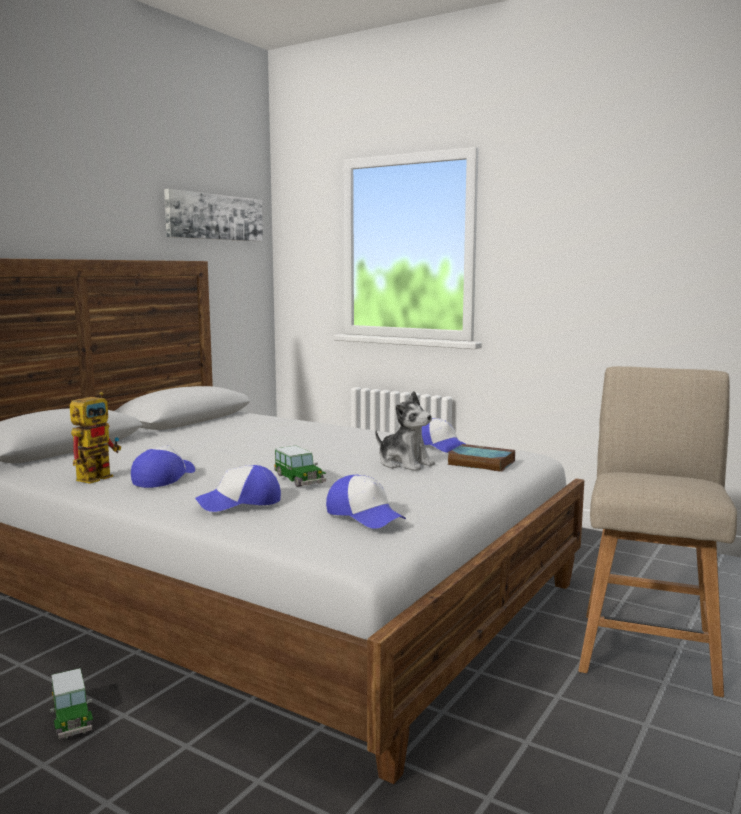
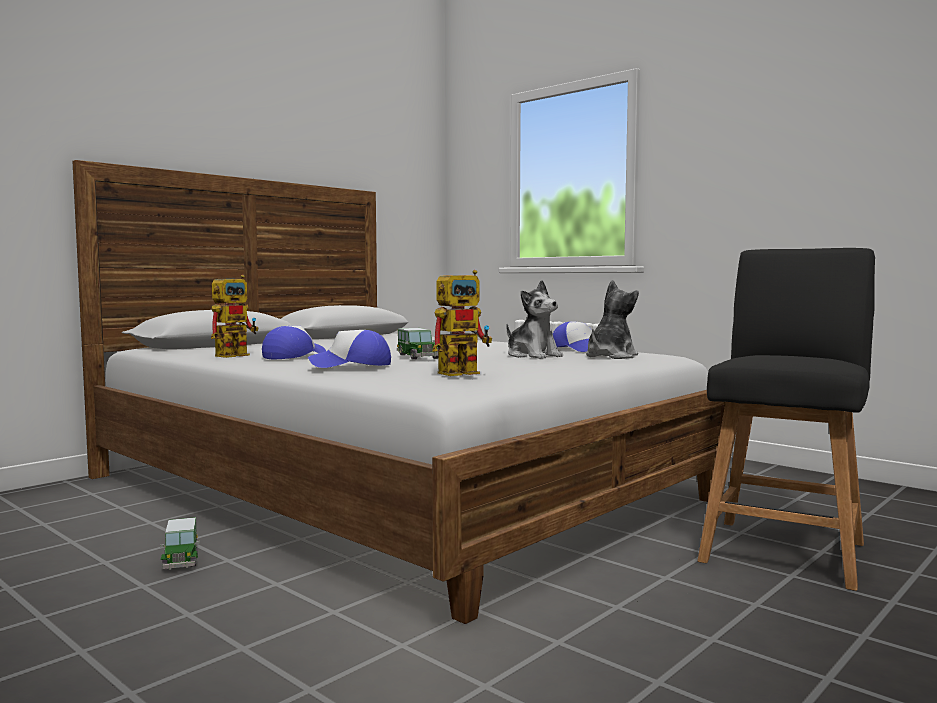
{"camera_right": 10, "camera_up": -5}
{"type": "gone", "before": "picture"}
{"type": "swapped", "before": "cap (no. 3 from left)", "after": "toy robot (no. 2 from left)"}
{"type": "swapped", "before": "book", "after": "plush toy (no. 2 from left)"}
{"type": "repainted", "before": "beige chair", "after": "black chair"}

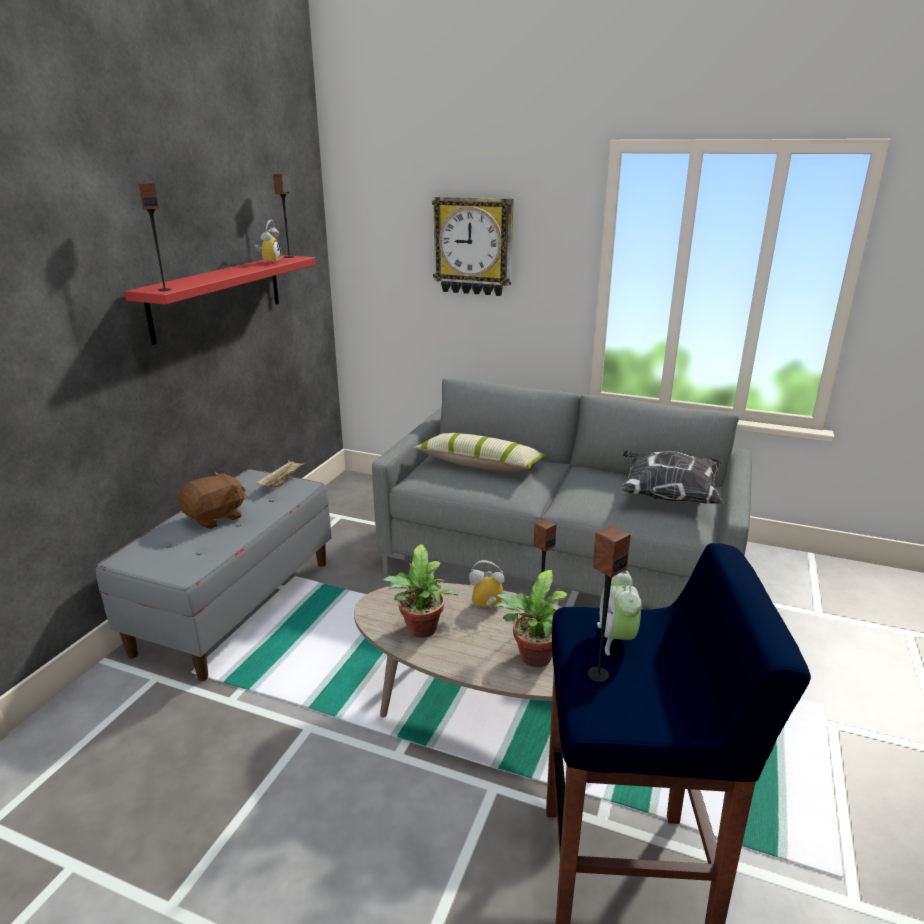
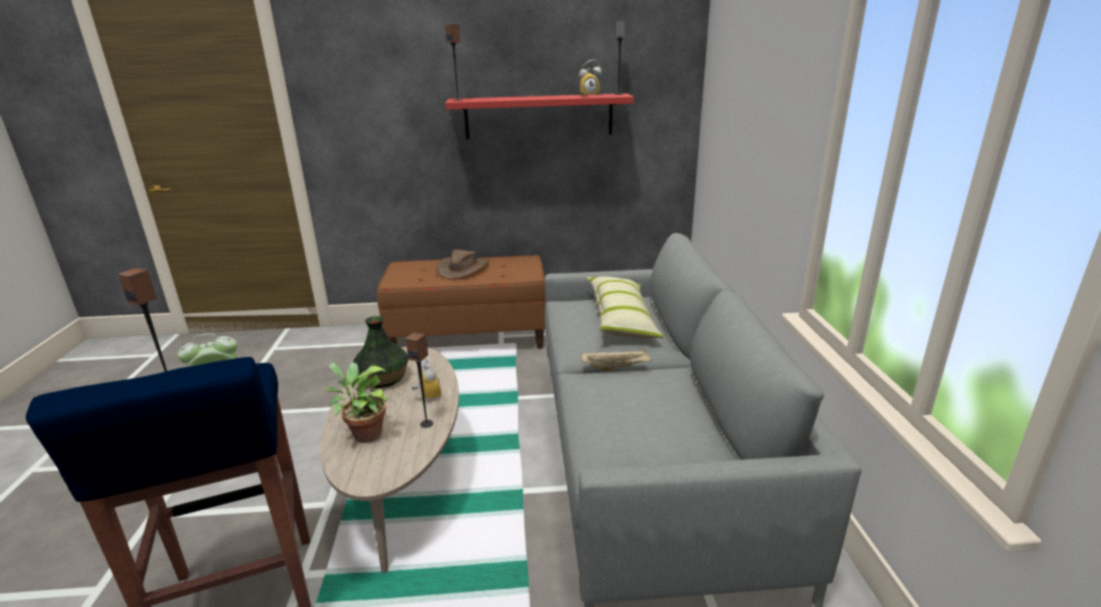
{"camera_right": 65, "camera_up": 0}
{"type": "repainted", "before": "grey bench", "after": "brown bench"}
{"type": "swapped", "before": "brown plush toy", "after": "brown hat"}
{"type": "shifted", "before": "beige tray"}
{"type": "swapped", "before": "potted plant (no. 1 from left)", "after": "vase"}
{"type": "gone", "before": "wall clock"}
{"type": "gone", "before": "pillow (no. 2 from left)"}

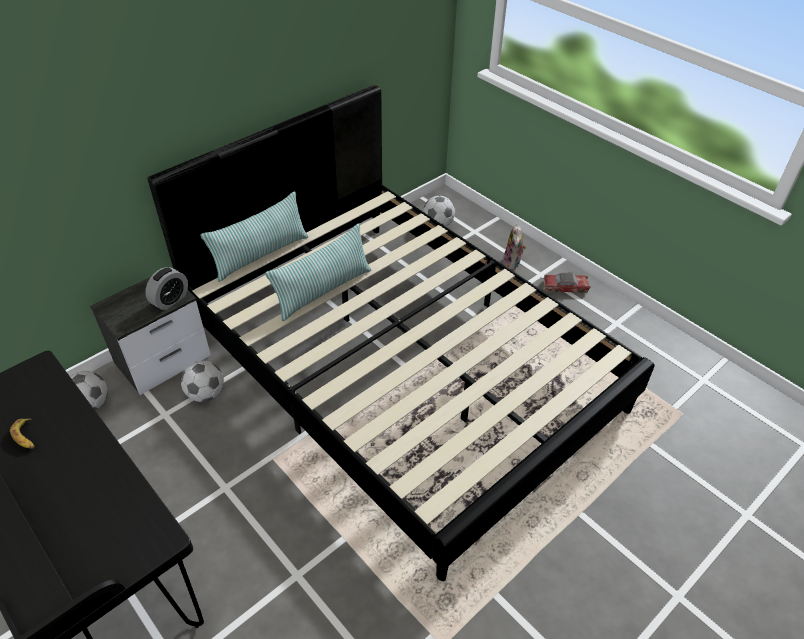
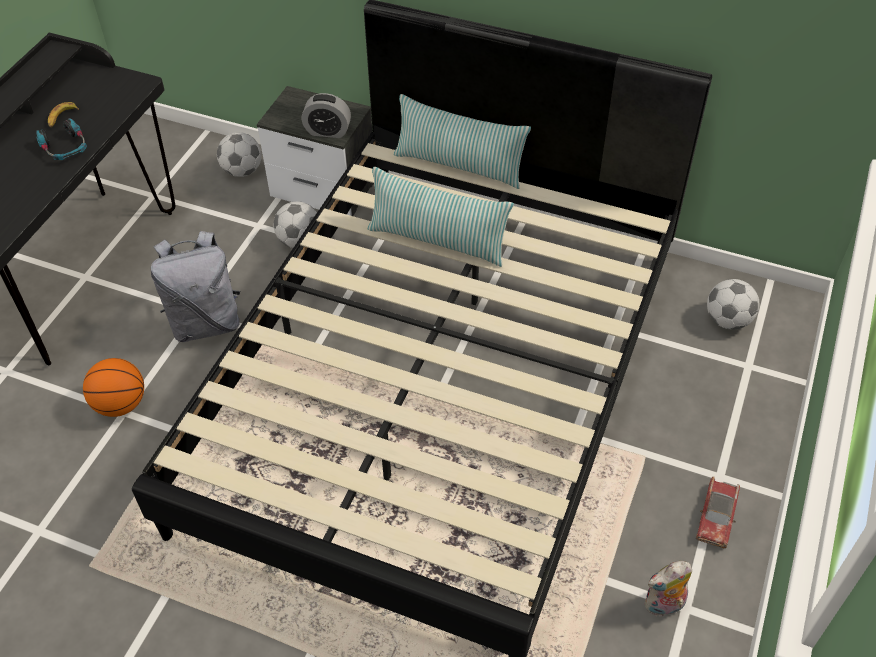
{"camera_right": 65, "camera_up": 5}
{"type": "shifted", "before": "plush toy"}
{"type": "rotated", "before": "toy car", "turn": 45}
{"type": "new", "after": "headphones"}
{"type": "new", "after": "basketball"}
{"type": "new", "after": "grey backpack"}

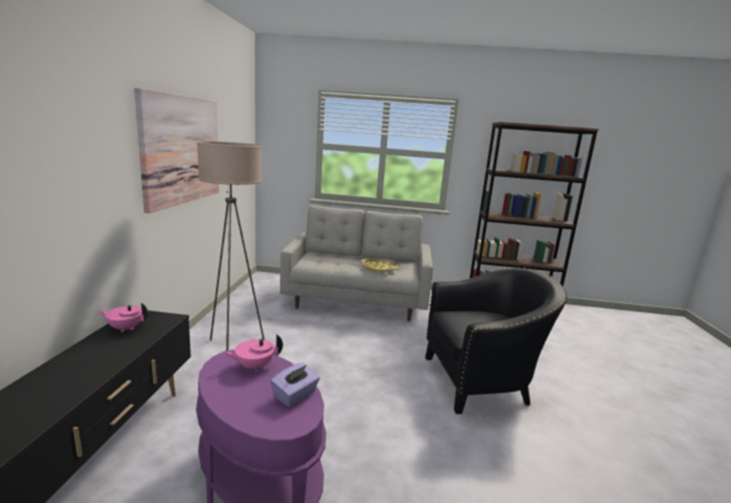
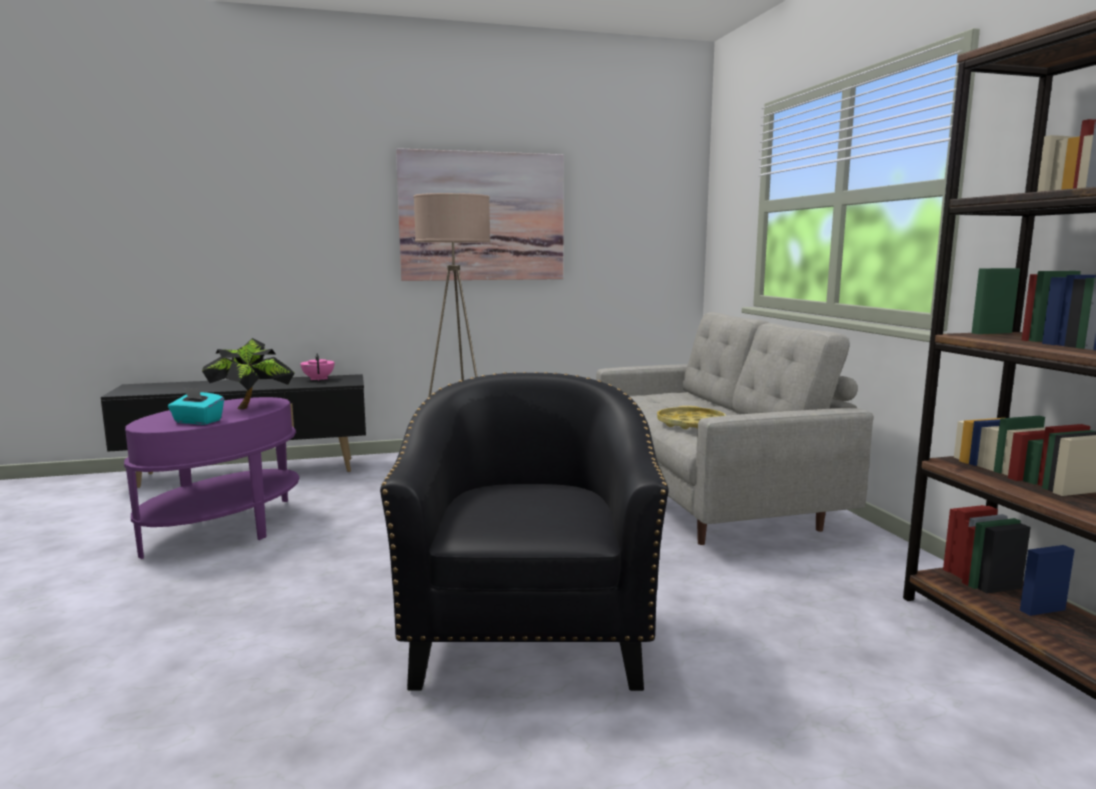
{"camera_right": 70, "camera_up": -5}
{"type": "swapped", "before": "pink teapot (no. 2 from left)", "after": "potted plant"}
{"type": "repainted", "before": "purple tissue box", "after": "turquoise tissue box"}
{"type": "rotated", "before": "black armchair", "turn": -150}

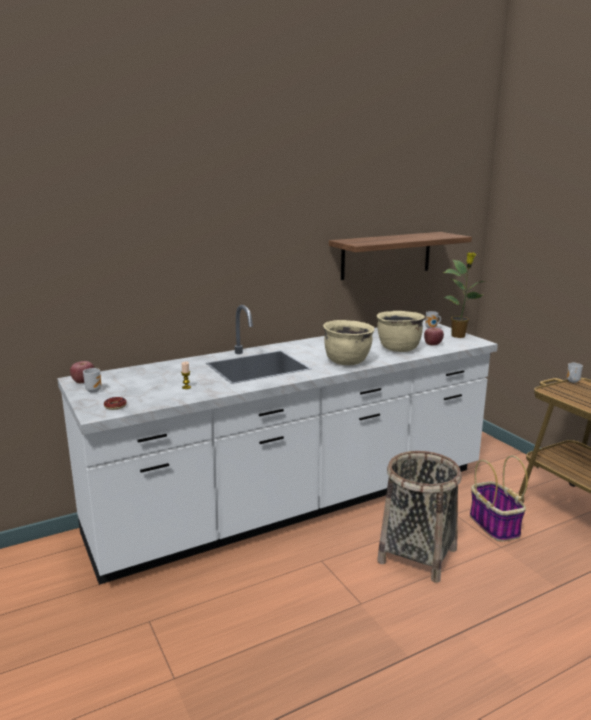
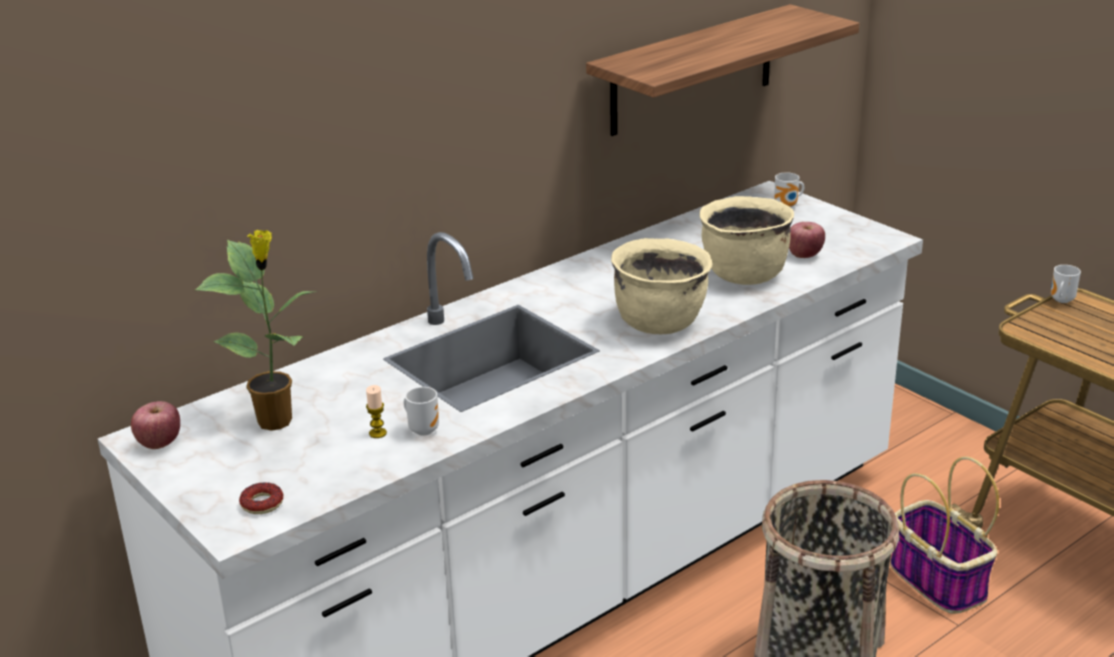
{"camera_right": -10, "camera_up": 10}
{"type": "shifted", "before": "mug (no. 1 from left)"}
{"type": "shifted", "before": "potted plant"}

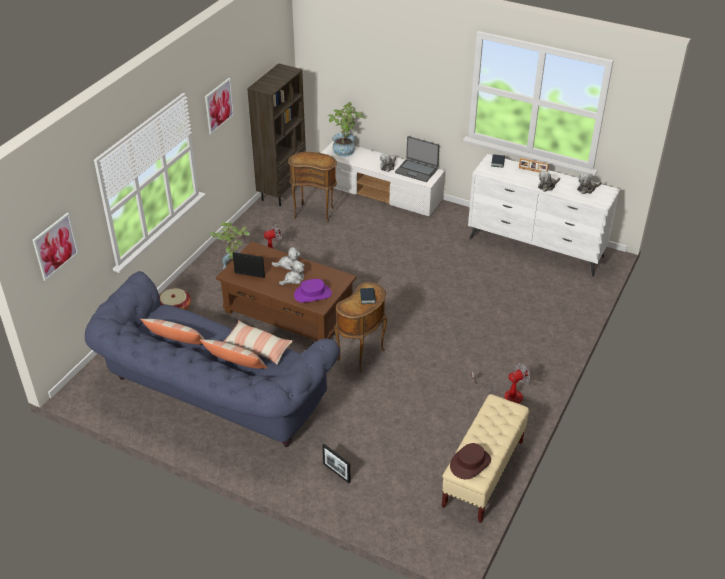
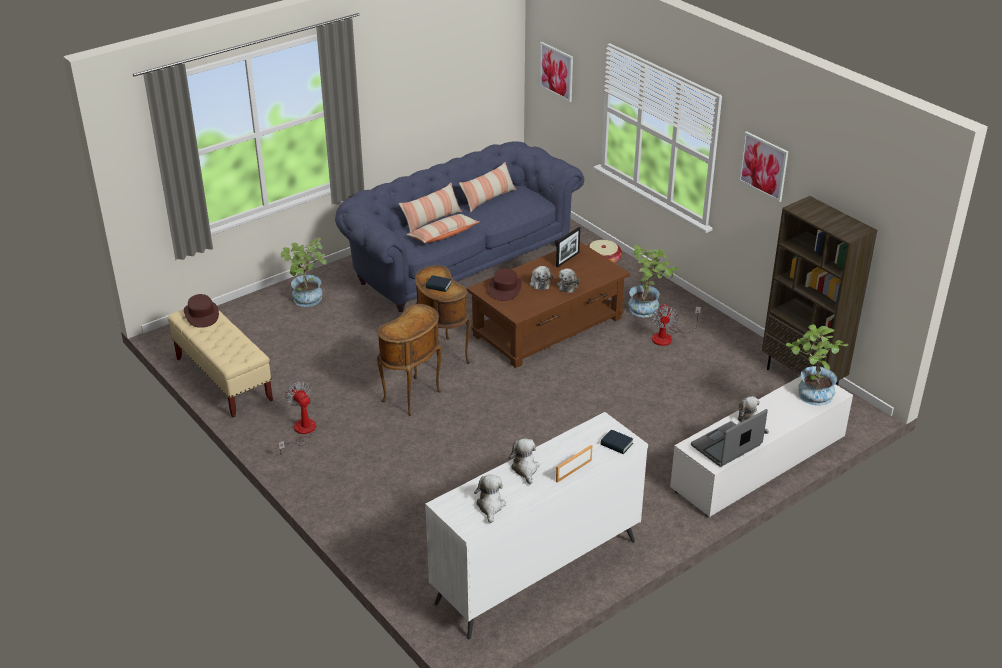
{"camera_right": 115, "camera_up": -5}
{"type": "shifted", "before": "brown side table (no. 1 from left)"}
{"type": "repainted", "before": "purple hat", "after": "brown hat (no. 2 from left)"}
{"type": "swapped", "before": "picture frame (no. 2 from left)", "after": "potted plant (no. 1 from left)"}
{"type": "rotated", "before": "fan (no. 2 from left in the first image)", "turn": 150}

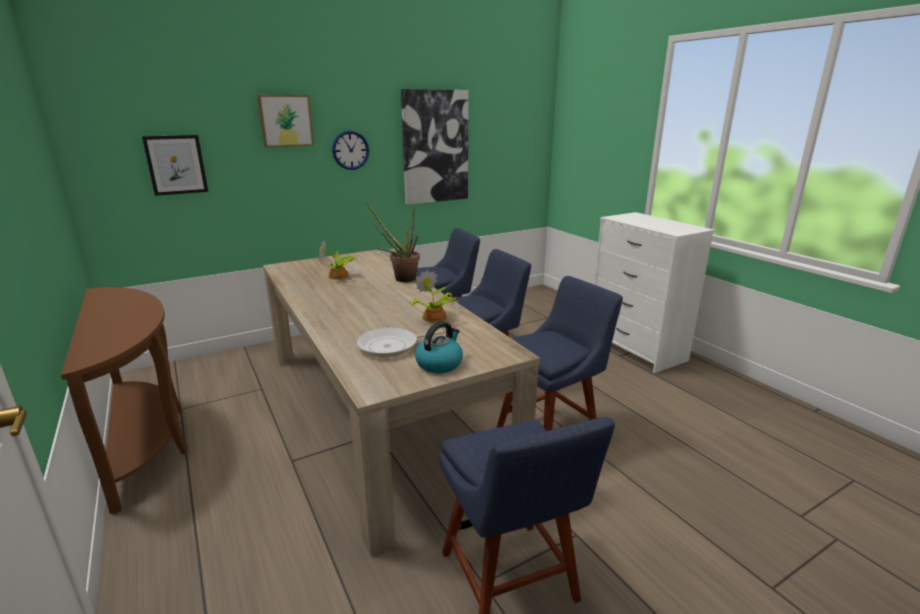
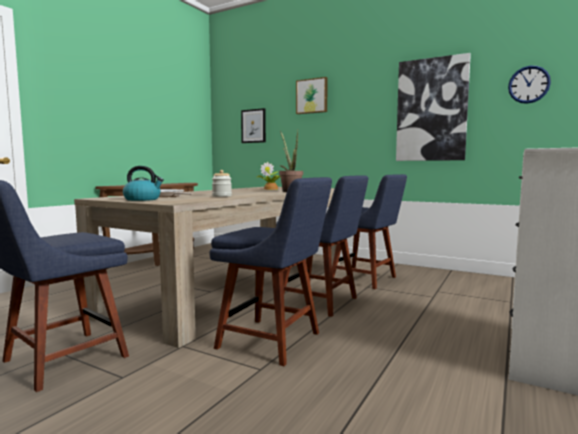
{"camera_right": 60, "camera_up": -15}
{"type": "shifted", "before": "wall clock"}
{"type": "swapped", "before": "potted plant (no. 3 from left)", "after": "jar"}

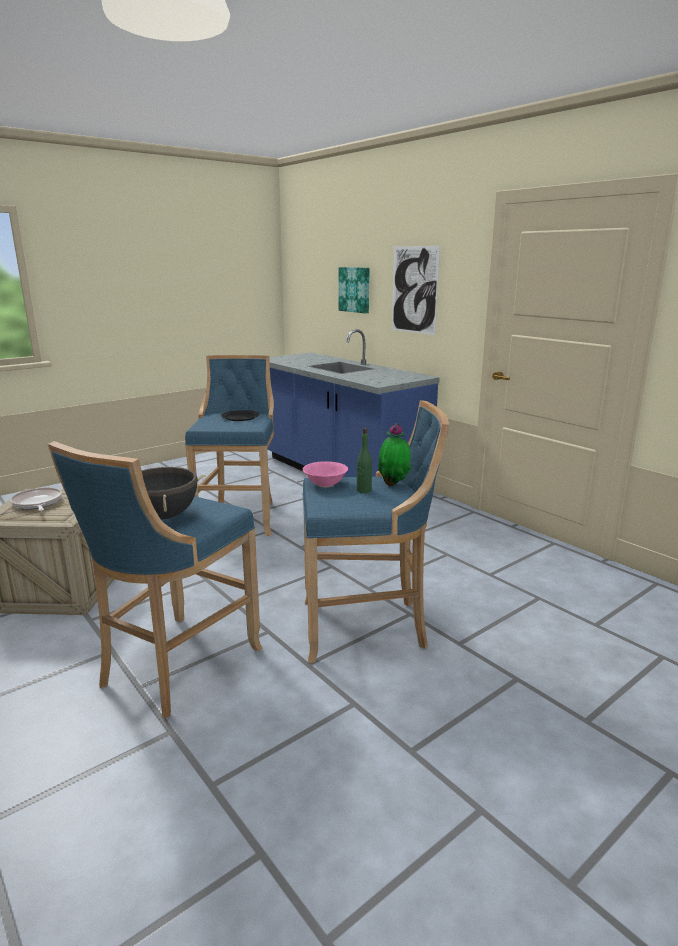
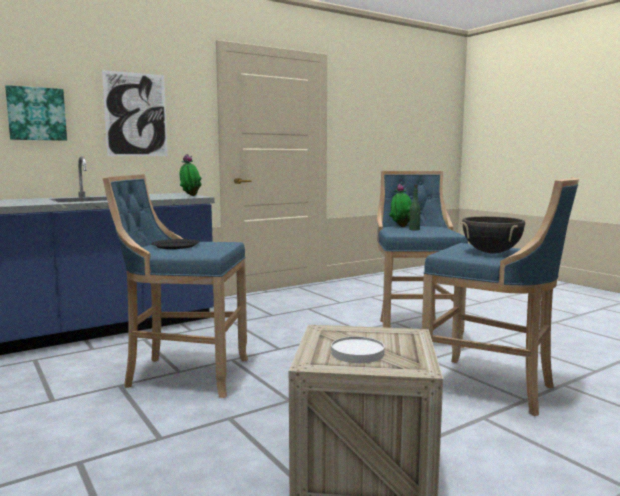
{"camera_right": -85, "camera_up": -10}
{"type": "swapped", "before": "frying pan", "after": "white plate"}
{"type": "gone", "before": "pink bowl"}
{"type": "new", "after": "potted plant (no. 1 from left)"}

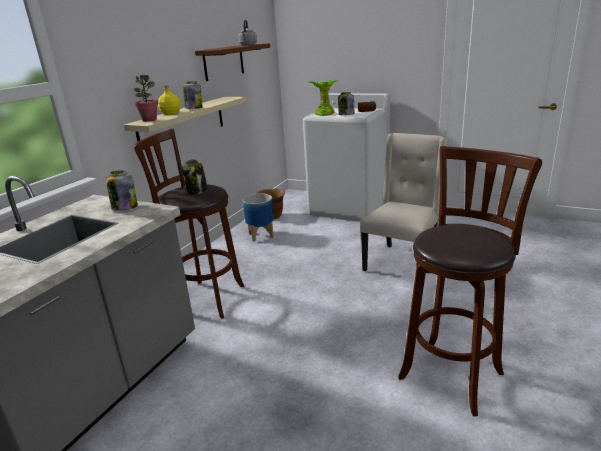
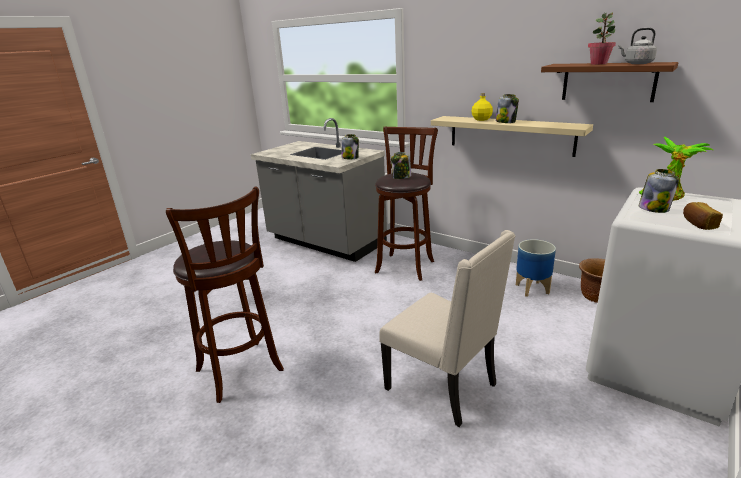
{"camera_right": 100, "camera_up": 0}
{"type": "shifted", "before": "potted plant (no. 1 from left)"}

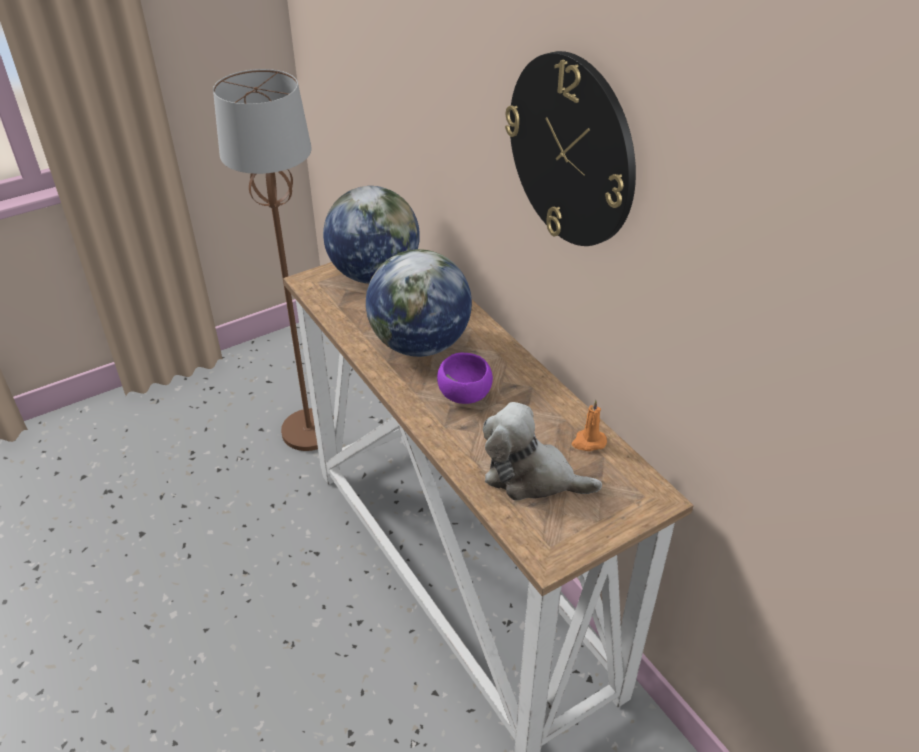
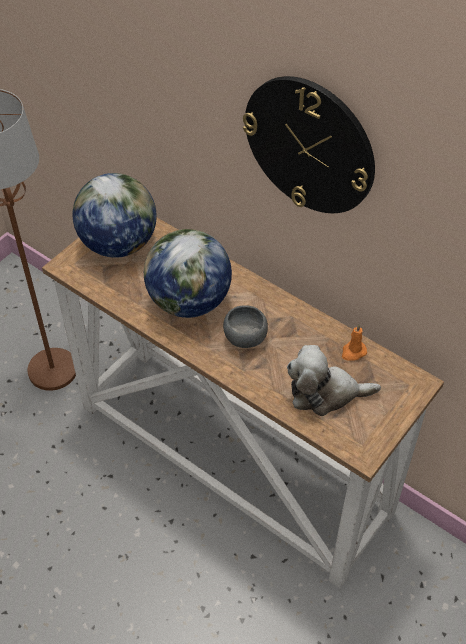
{"camera_right": -20, "camera_up": 10}
{"type": "repainted", "before": "purple bowl", "after": "grey bowl"}

